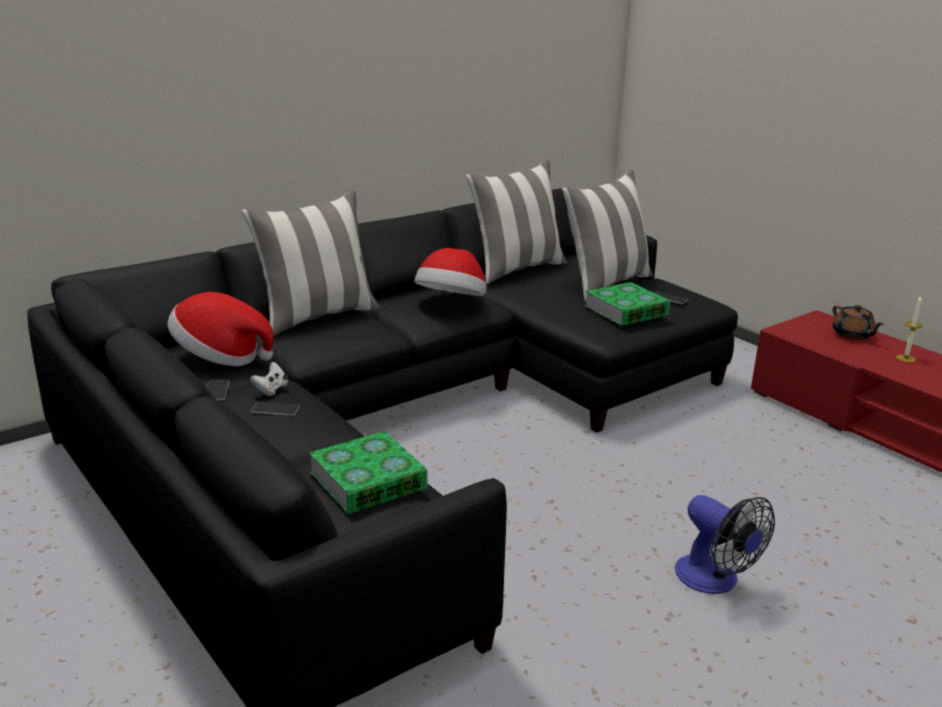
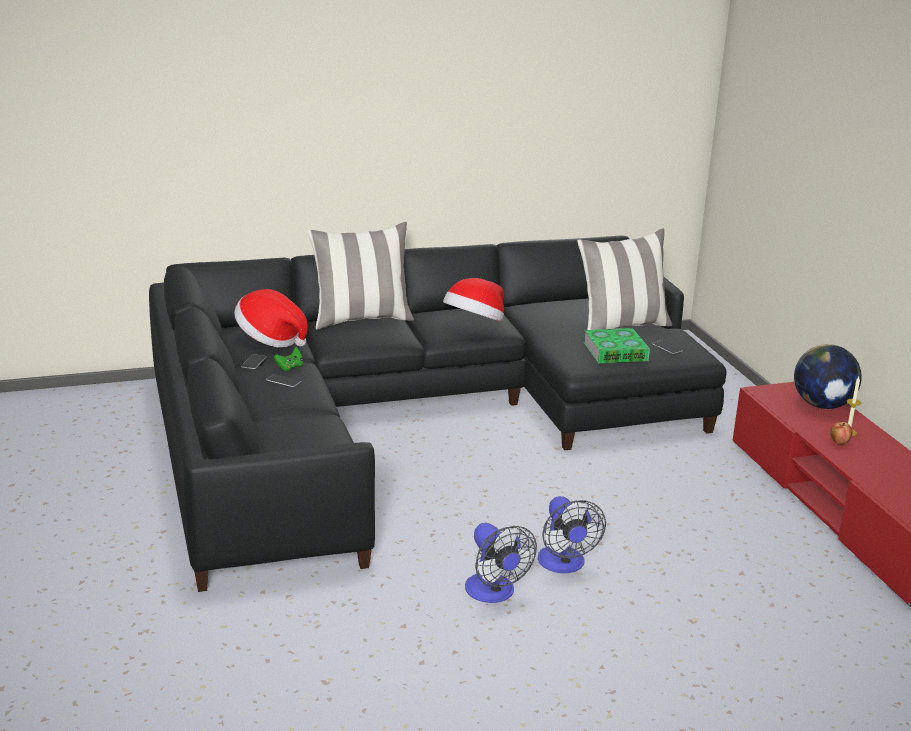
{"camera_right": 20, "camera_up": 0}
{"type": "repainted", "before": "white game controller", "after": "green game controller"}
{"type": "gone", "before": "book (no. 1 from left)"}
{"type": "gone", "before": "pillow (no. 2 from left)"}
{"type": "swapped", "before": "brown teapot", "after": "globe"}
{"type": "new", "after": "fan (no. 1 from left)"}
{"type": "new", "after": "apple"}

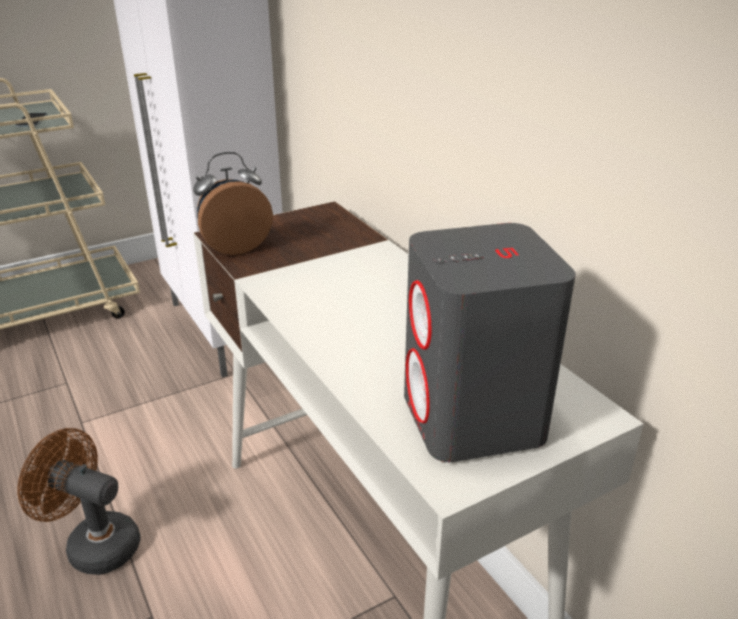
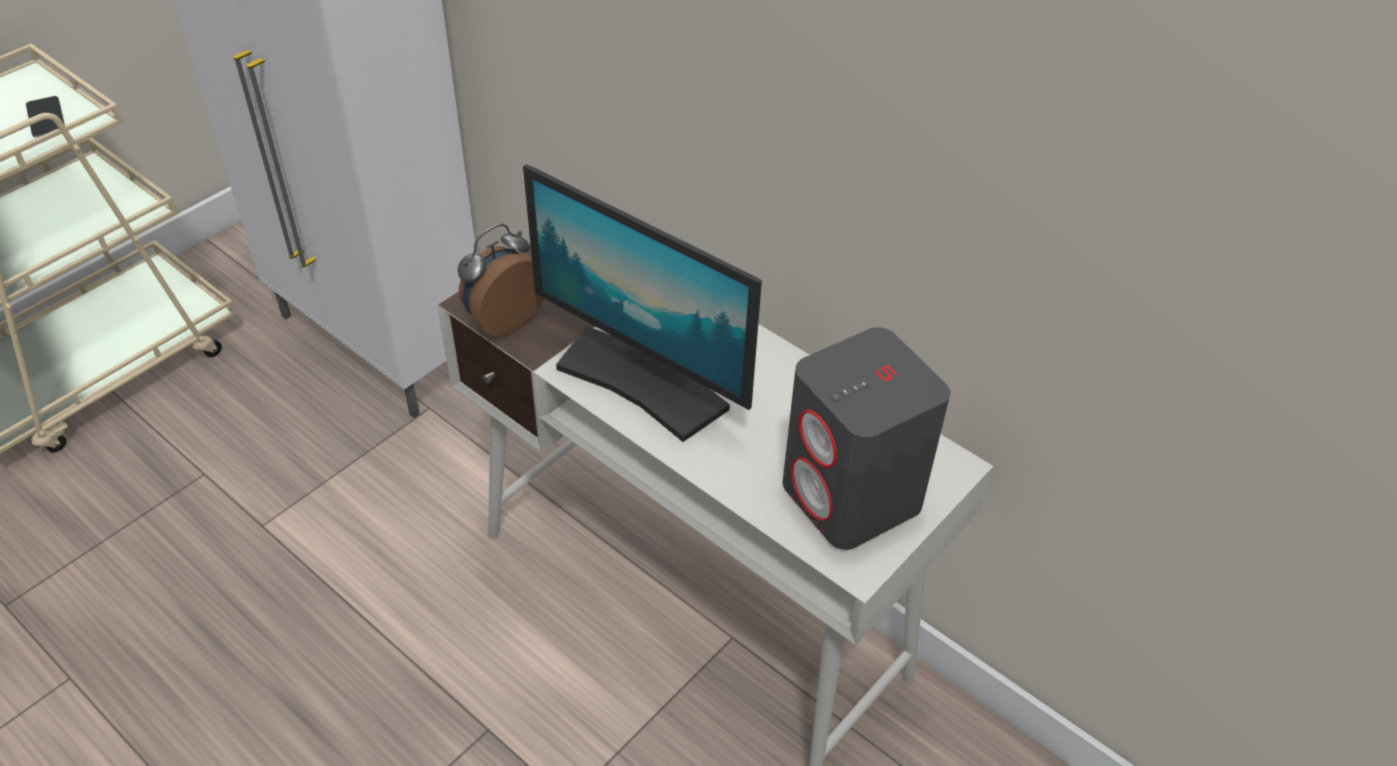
{"camera_right": -20, "camera_up": 15}
{"type": "gone", "before": "brown fan"}
{"type": "new", "after": "monitor"}

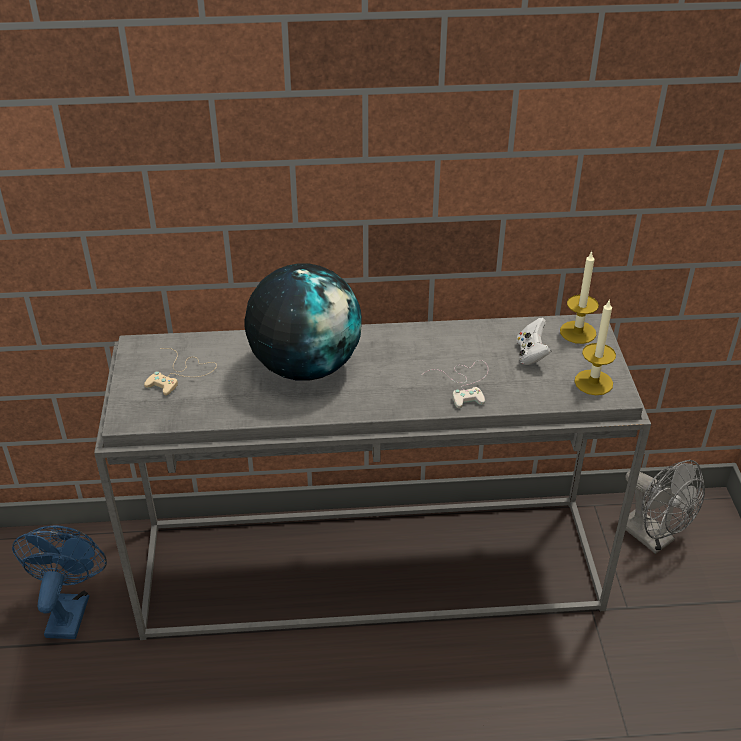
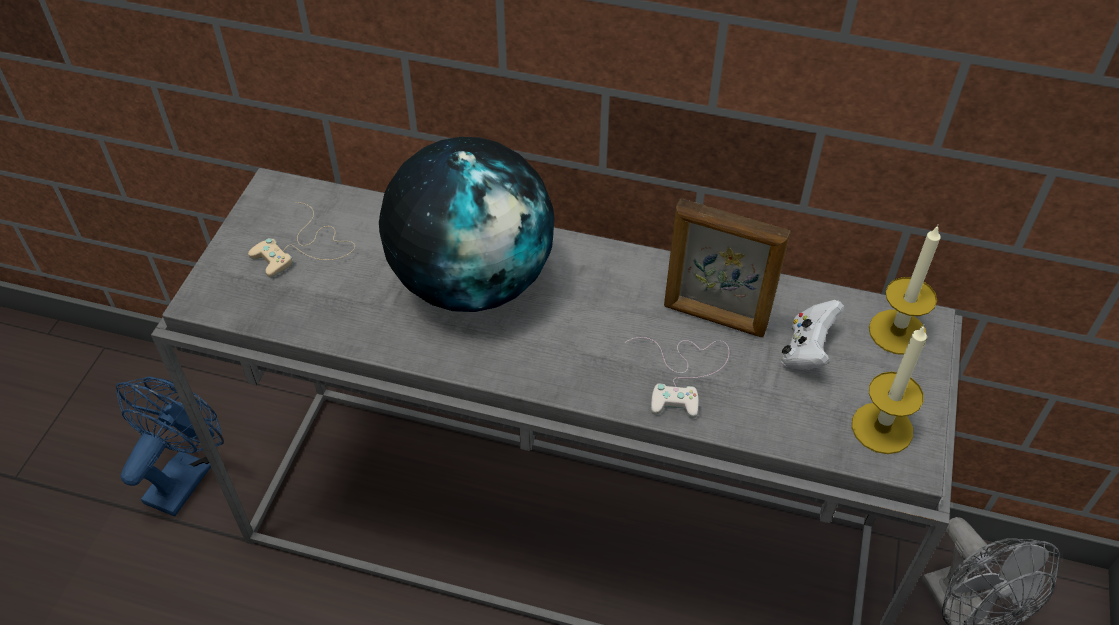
{"camera_right": 20, "camera_up": 10}
{"type": "new", "after": "picture frame"}

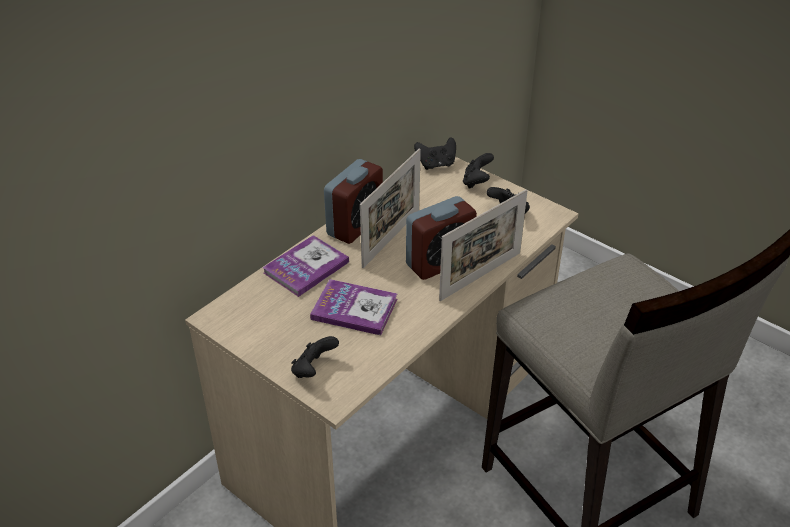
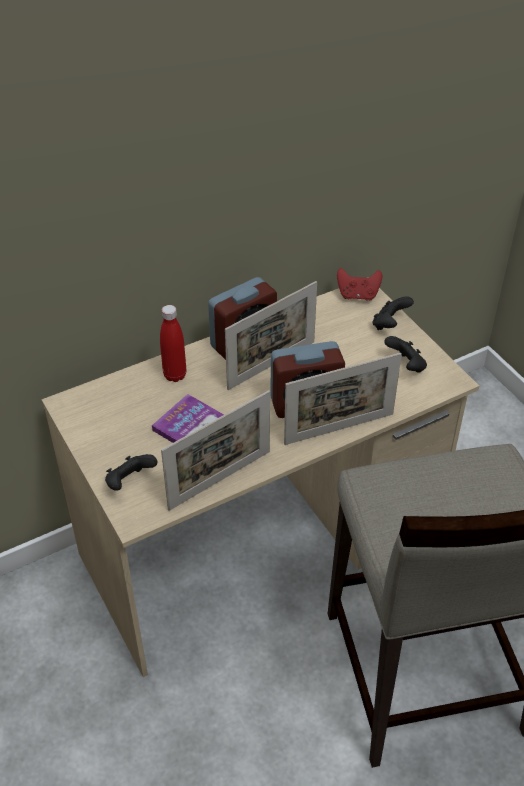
{"camera_right": 20, "camera_up": 5}
{"type": "swapped", "before": "book (no. 1 from left)", "after": "red bottle"}
{"type": "repainted", "before": "black game controller (no. 2 from left)", "after": "red game controller"}
{"type": "new", "after": "picture frame (no. 1 from left)"}

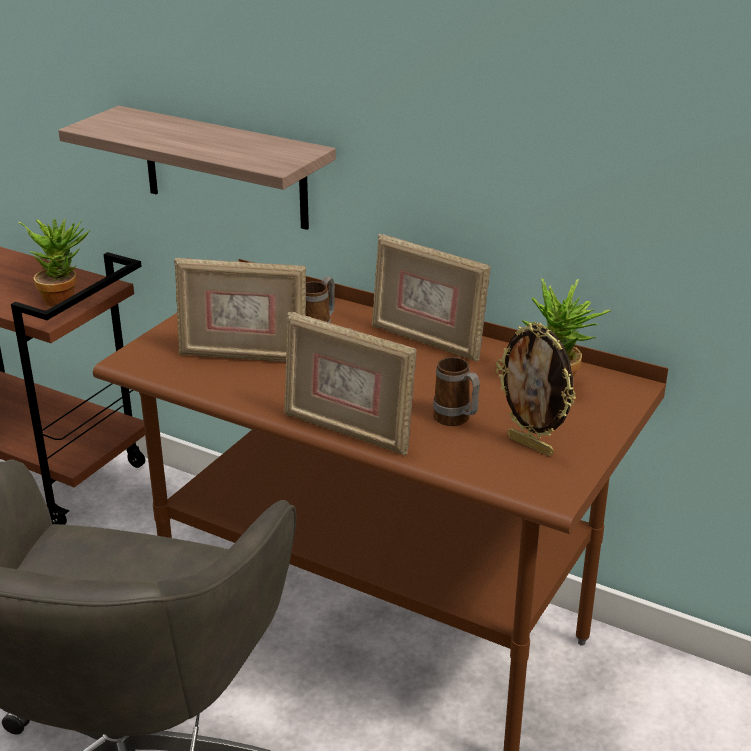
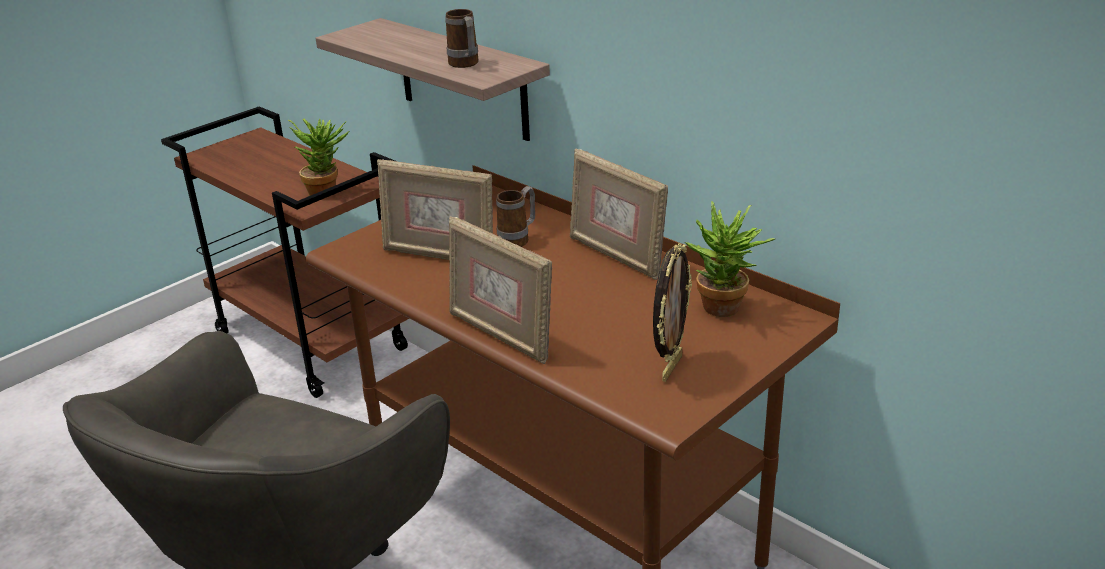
{"camera_right": 15, "camera_up": 0}
{"type": "shifted", "before": "mug (no. 2 from left in the first image)", "after": "mug (no. 1 from left)"}
{"type": "rotated", "before": "picture frame (no. 4 from left)", "turn": -120}

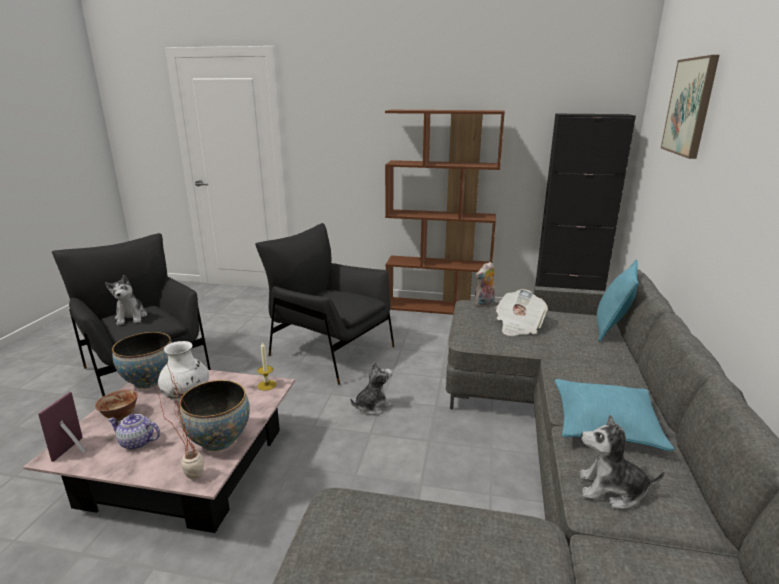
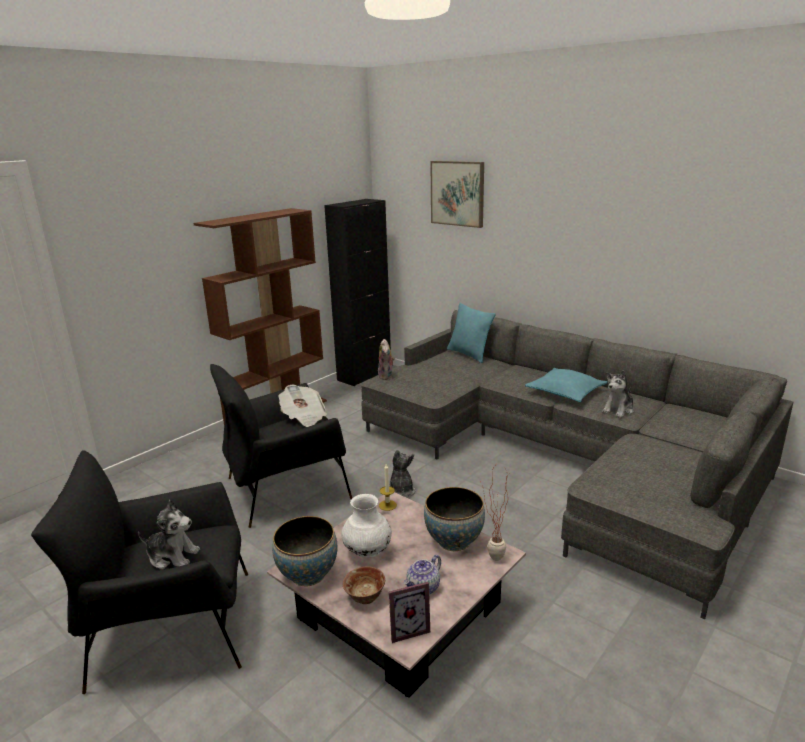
{"camera_right": -60, "camera_up": 0}
{"type": "rotated", "before": "picture frame", "turn": -60}
{"type": "shifted", "before": "newspaper"}

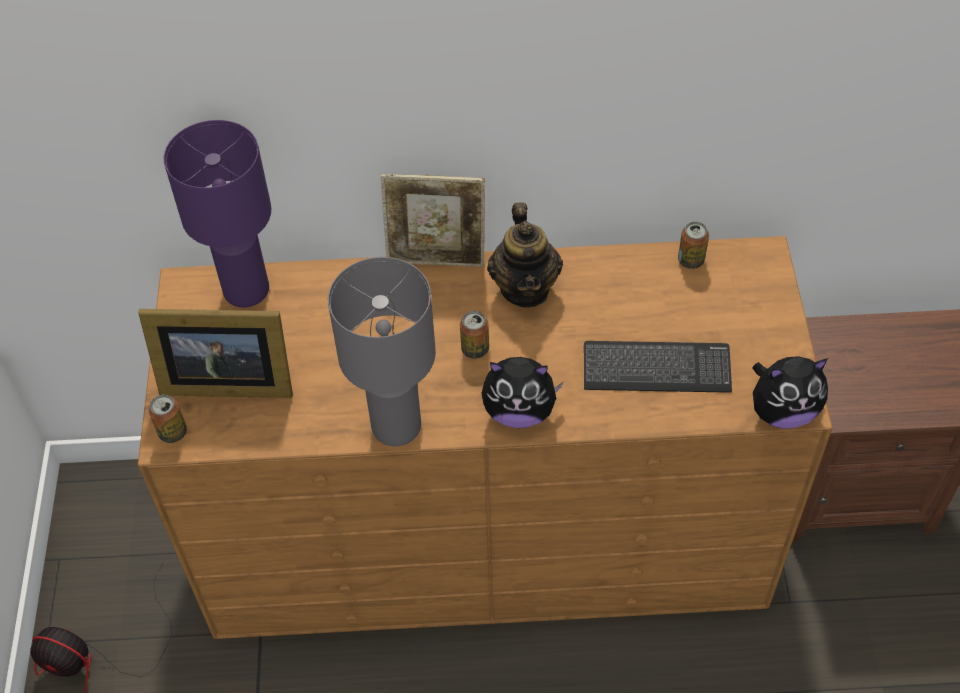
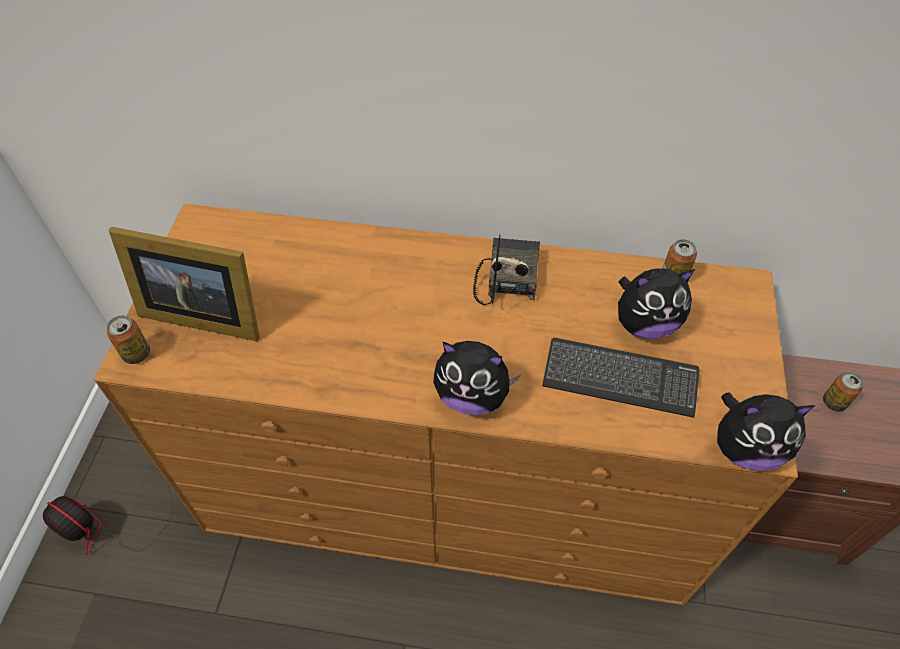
{"camera_right": 10, "camera_up": 0}
{"type": "gone", "before": "purple table lamp"}
{"type": "gone", "before": "grey table lamp"}
{"type": "gone", "before": "picture frame (no. 2 from left)"}
{"type": "shifted", "before": "can (no. 2 from left in the first image)", "after": "can (no. 3 from left)"}
{"type": "swapped", "before": "teapot", "after": "radio"}
{"type": "new", "after": "plush toy (no. 2 from left)"}

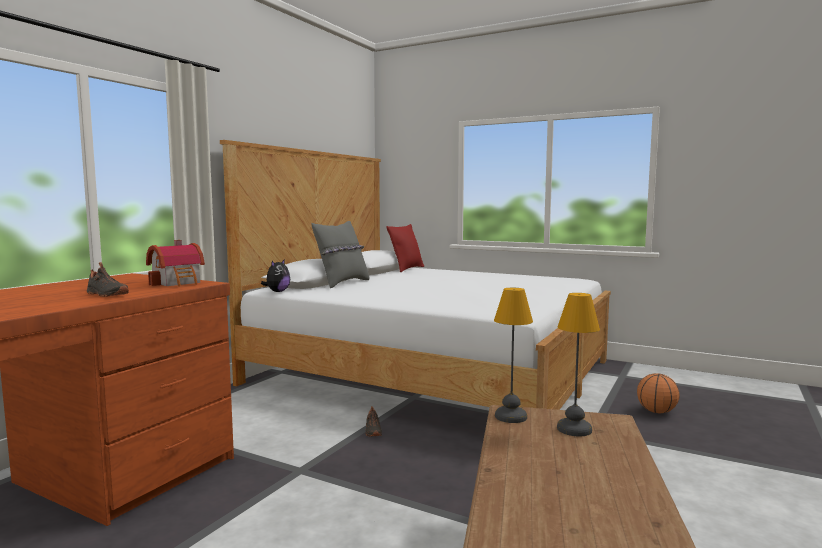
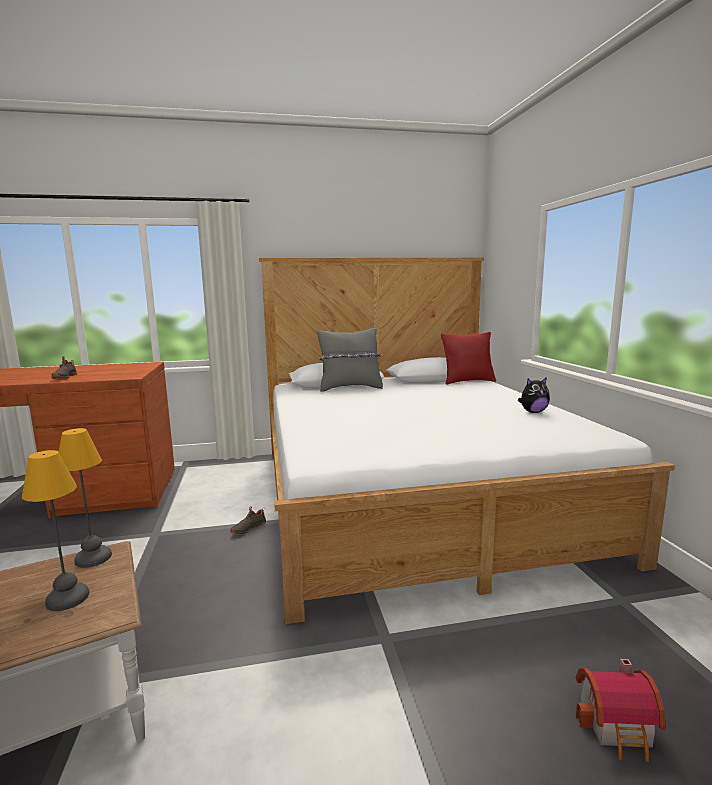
{"camera_right": 50, "camera_up": 5}
{"type": "shifted", "before": "toy house"}
{"type": "shifted", "before": "plush toy"}
{"type": "gone", "before": "basketball"}

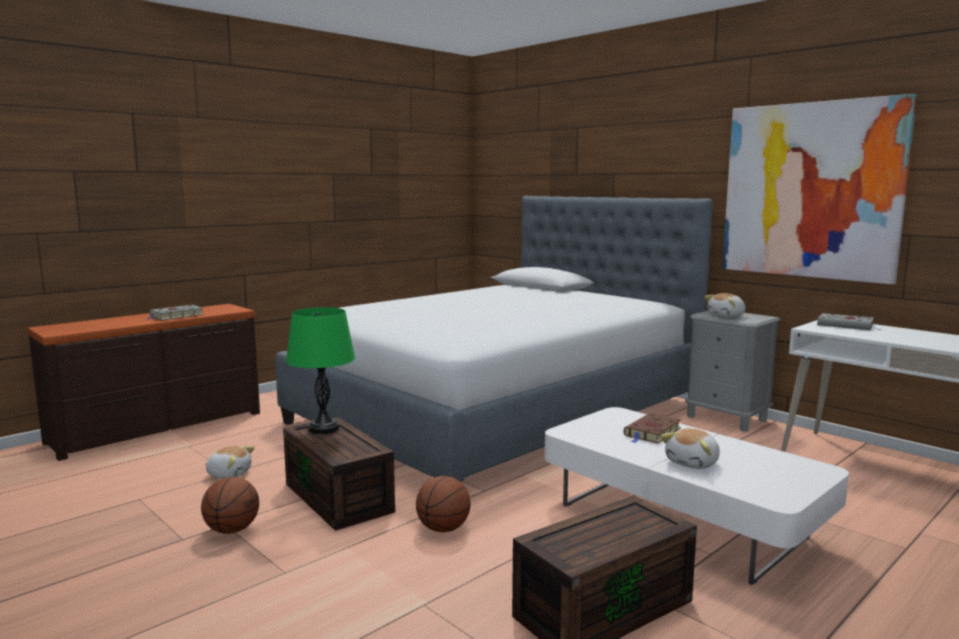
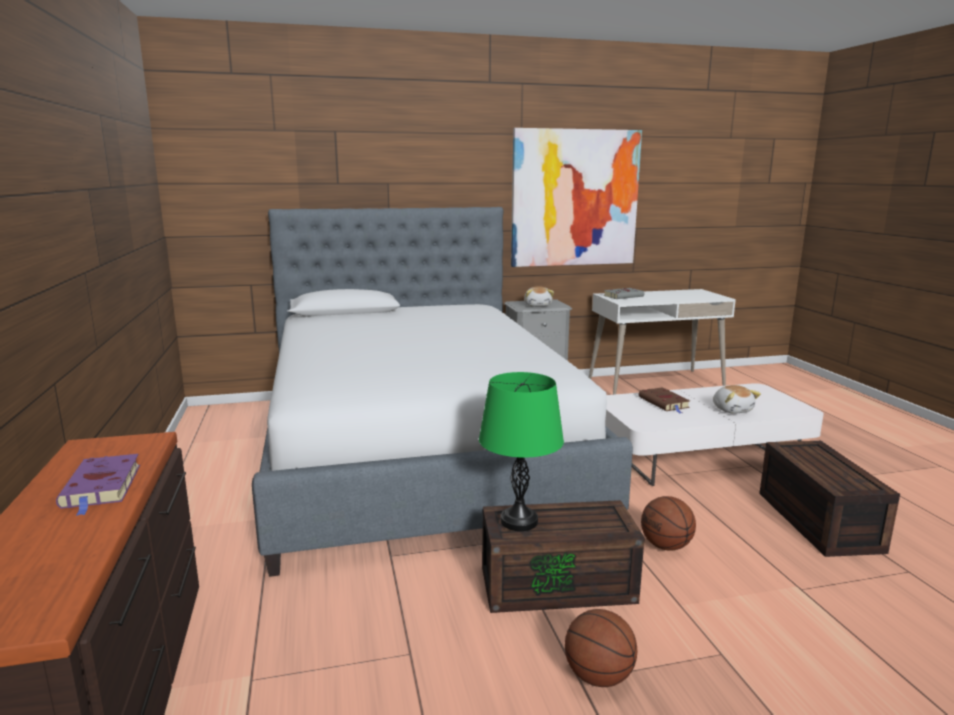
{"camera_right": -60, "camera_up": 5}
{"type": "repainted", "before": "grey book (no. 1 from left)", "after": "purple book"}
{"type": "gone", "before": "plush toy (no. 1 from left)"}

